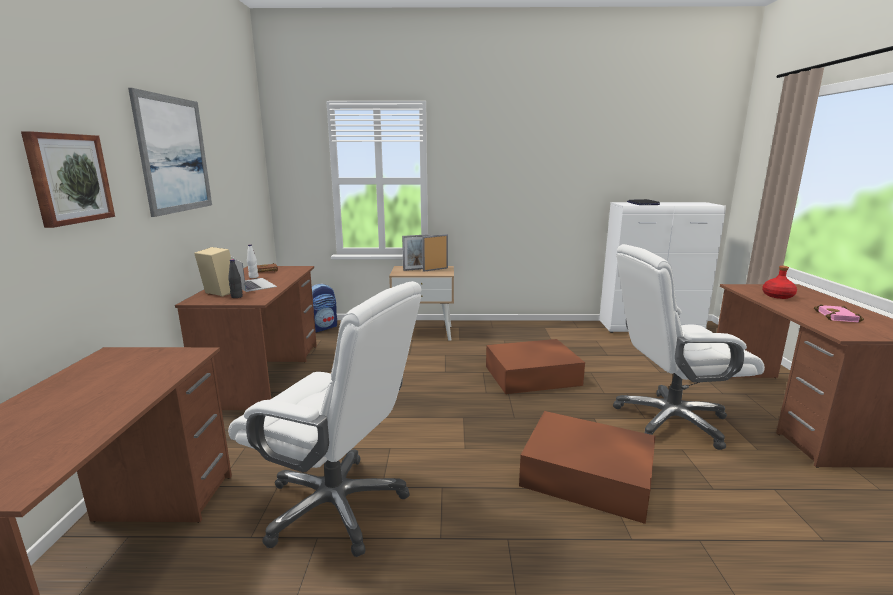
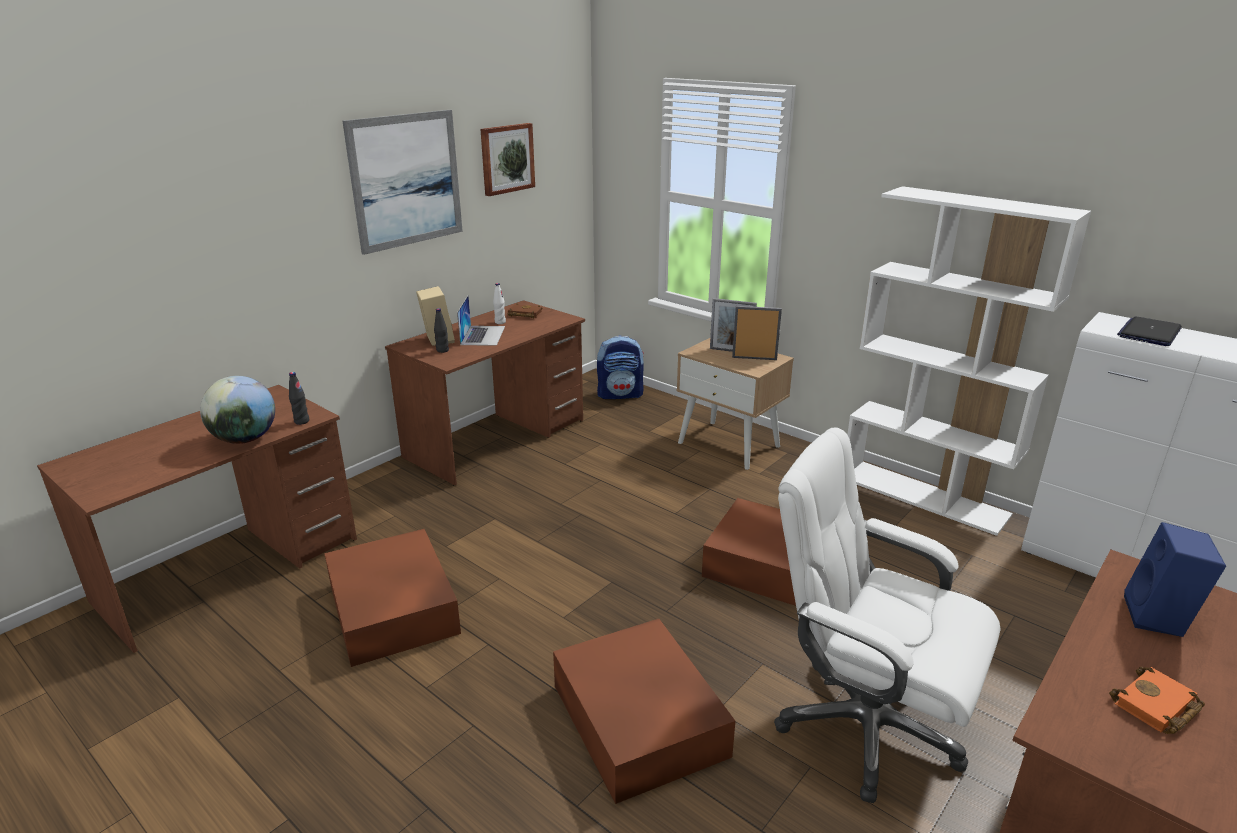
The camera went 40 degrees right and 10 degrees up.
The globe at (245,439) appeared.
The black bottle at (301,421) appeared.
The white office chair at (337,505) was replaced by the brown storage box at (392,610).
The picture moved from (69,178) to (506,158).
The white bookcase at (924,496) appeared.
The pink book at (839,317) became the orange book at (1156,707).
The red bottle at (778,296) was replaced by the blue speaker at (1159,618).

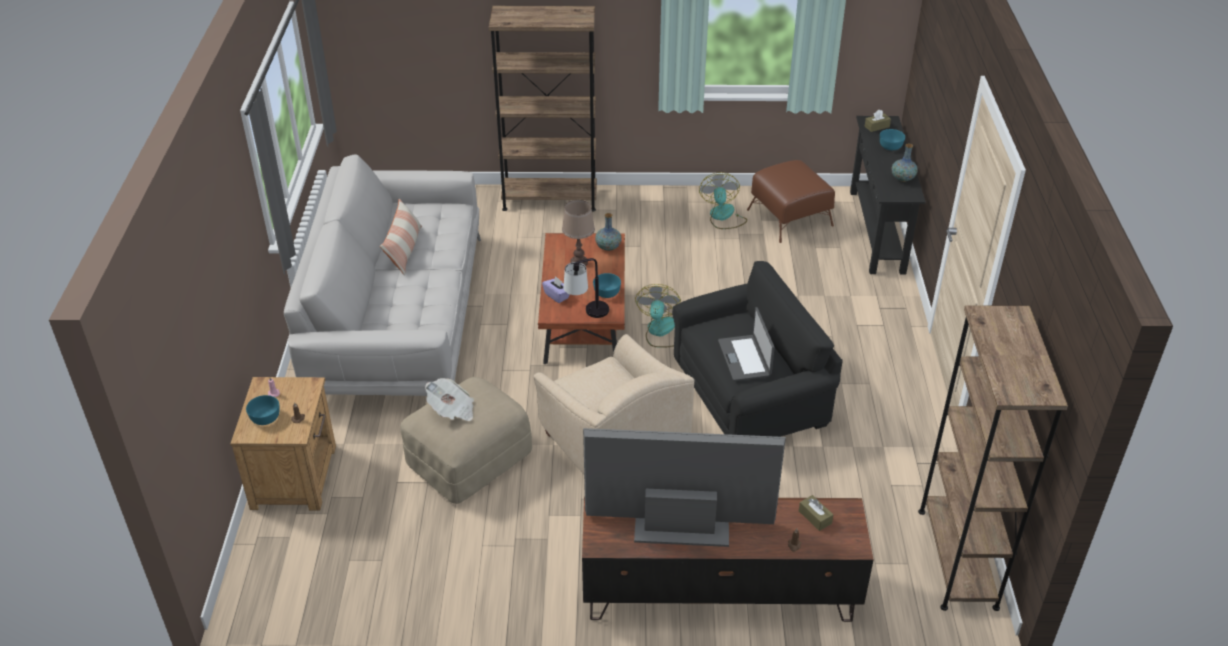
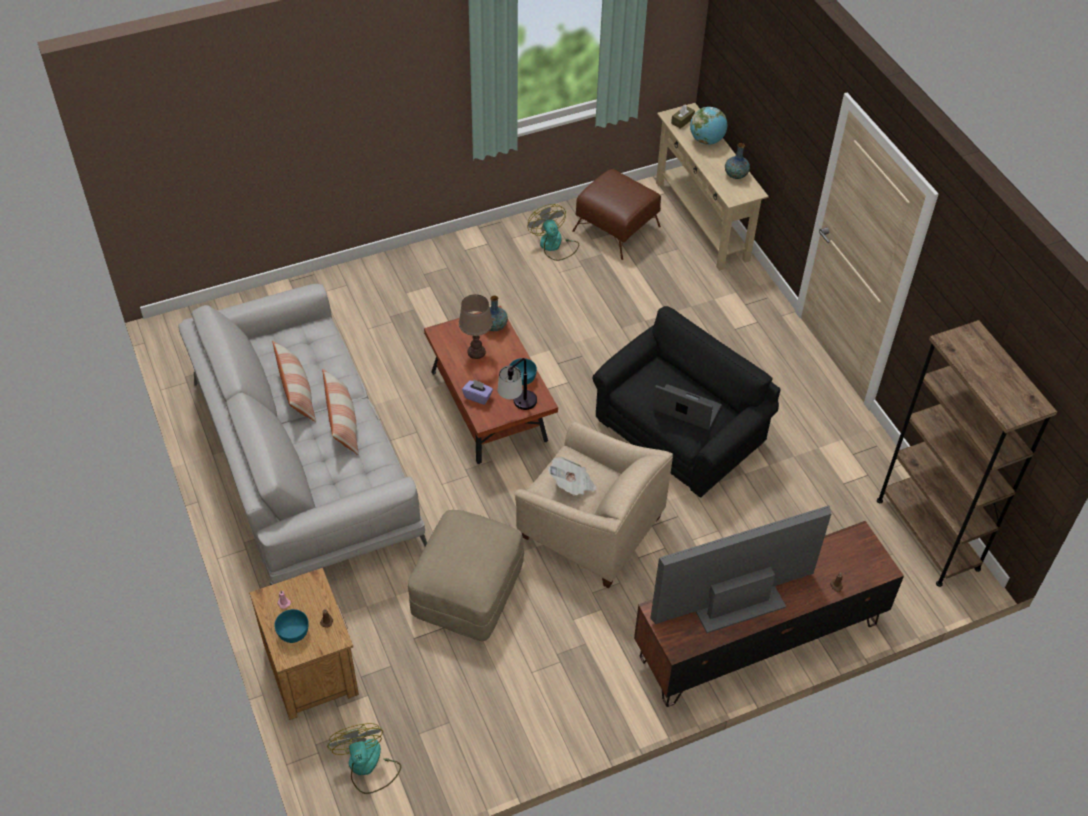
The camera went 25 degrees left and 10 degrees up.
The pillow at (343,423) appeared.
The fan moved from (661,332) to (367,766).
The newspaper moved from (452,410) to (572,484).
The laptop at (745,358) turned 150 degrees clockwise.
The black console table at (877,231) became the beige console table at (702,220).
The turquoise bowl at (891,146) was replaced by the globe at (706,140).
The brown bookcase at (549,199) disappeared.
The brown tissue box at (815,517) disappeared.

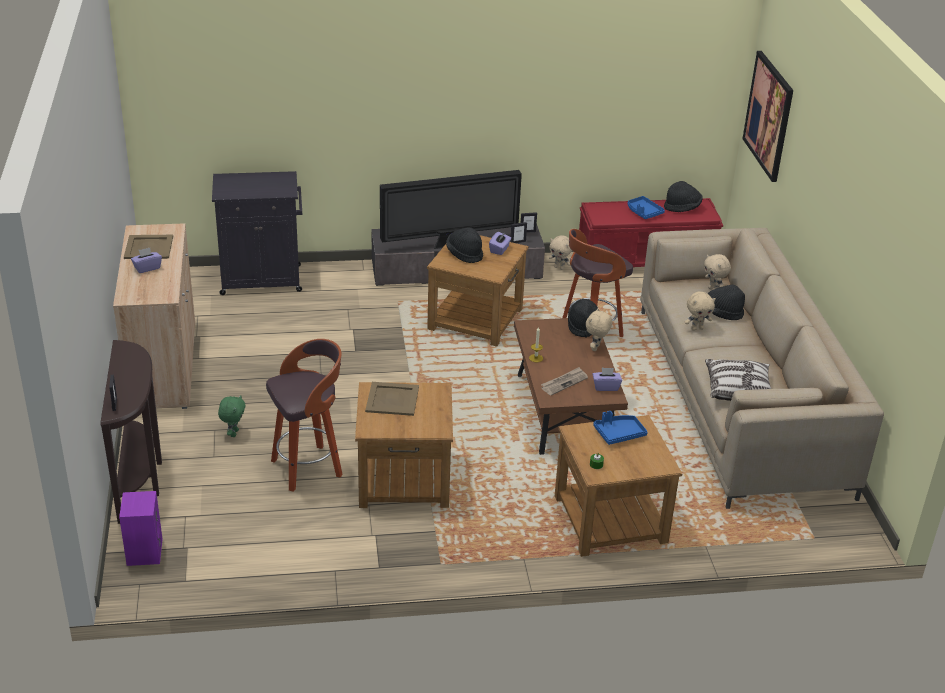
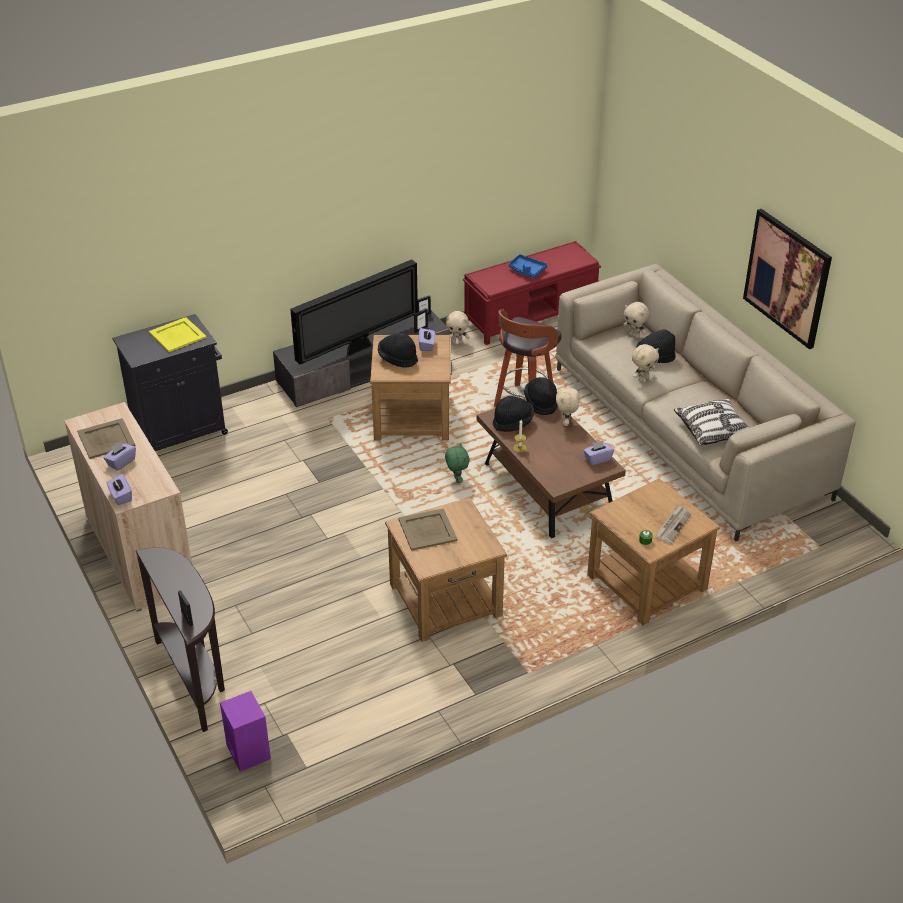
The camera went 20 degrees left and 5 degrees up.
The purple tissue box at (120,496) appeared.
The yellow tray at (177,335) appeared.
The green plush toy moved from (233,433) to (456,480).
The black hat moved from (682,208) to (513,423).
The newspaper moved from (564,382) to (673,525).
The picture moved from (769,115) to (787,278).
The stool at (308,468) disappeared.
The blue tray at (619,434) disappeared.

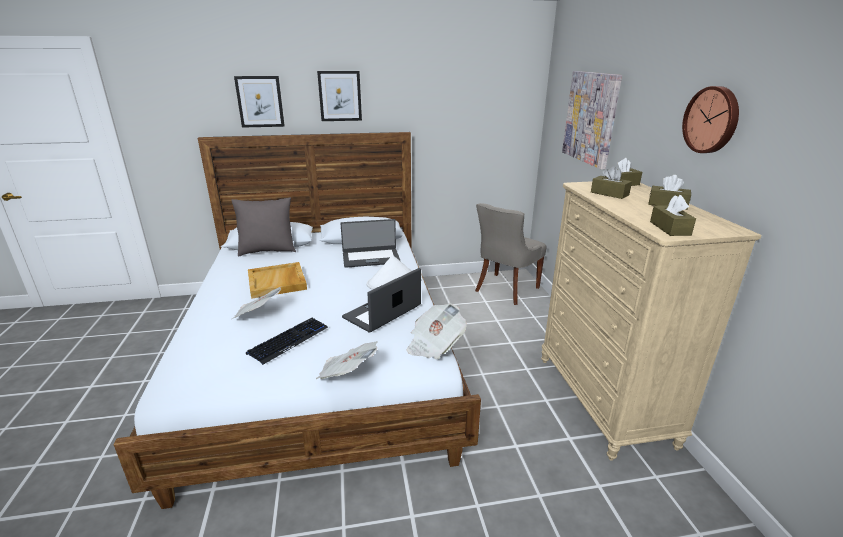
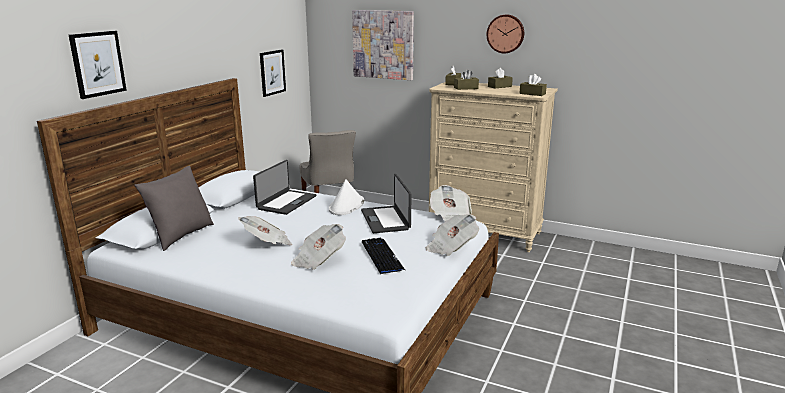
The camera went 55 degrees left and 5 degrees down.
The beige tray at (277,282) was replaced by the newspaper at (267,243).
The picture moved from (340,96) to (272,72).

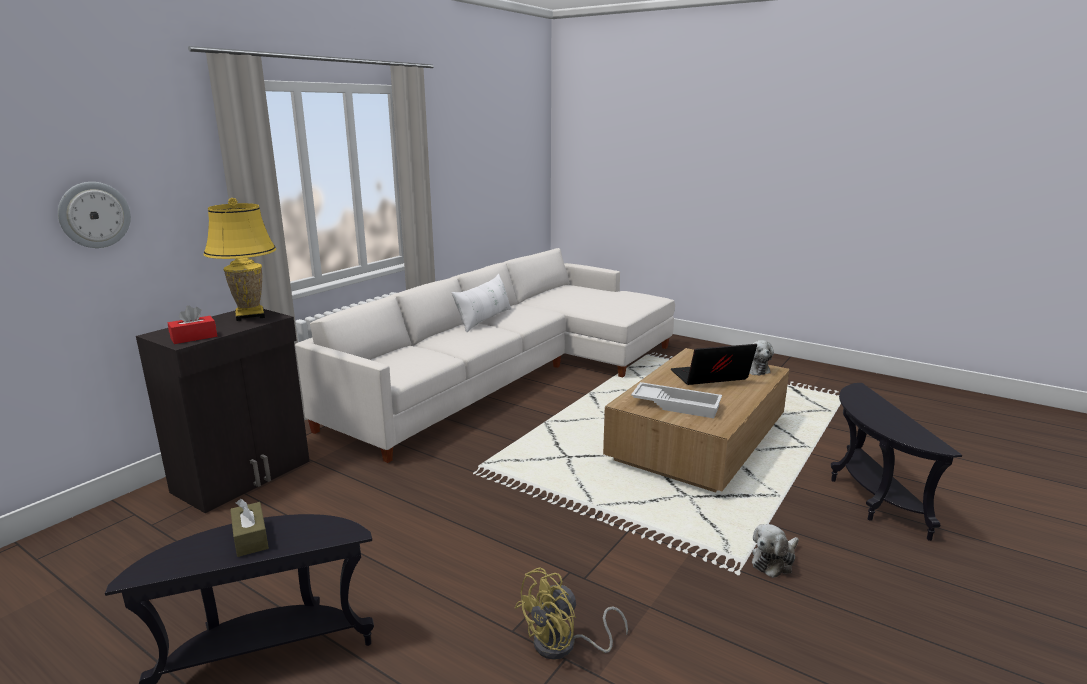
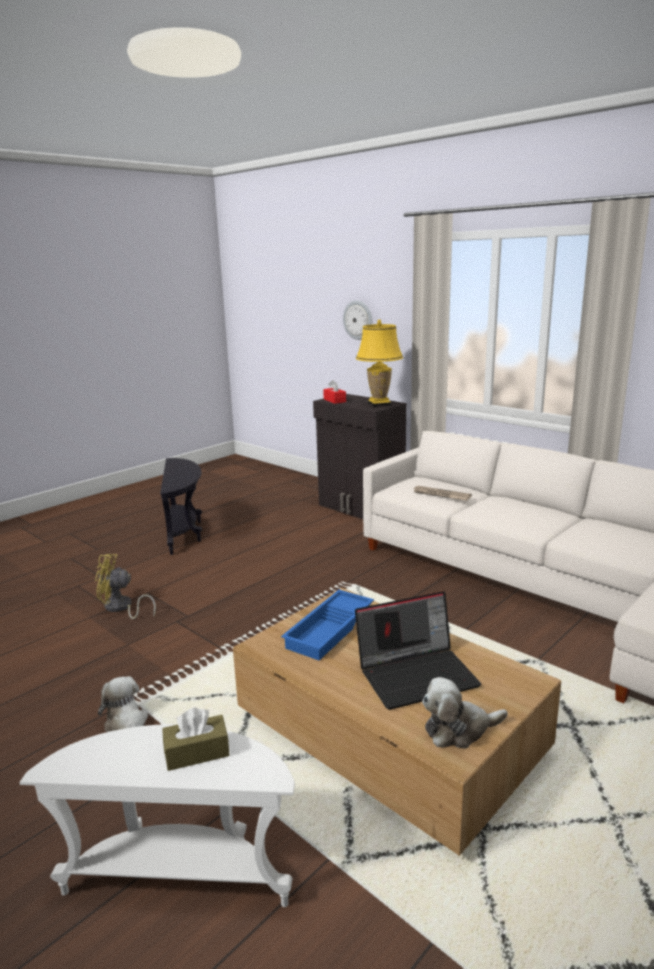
The camera went 100 degrees right and 0 degrees up.
The black side table at (869,498) became the white side table at (181,874).
The yellow fan at (564,645) turned 60 degrees counterclockwise.
The brown tissue box moved from (250,538) to (197,752).
The white tray at (677,405) became the blue tray at (331,630).
The laptop at (709,378) turned 75 degrees clockwise.
The newspaper at (440,495) appeared.
The white pillow at (484,319) disappeared.

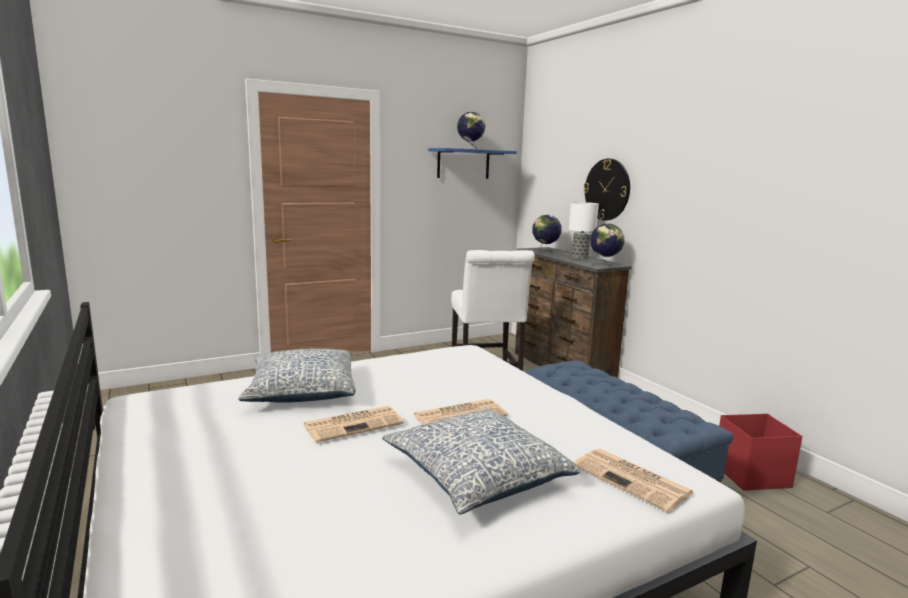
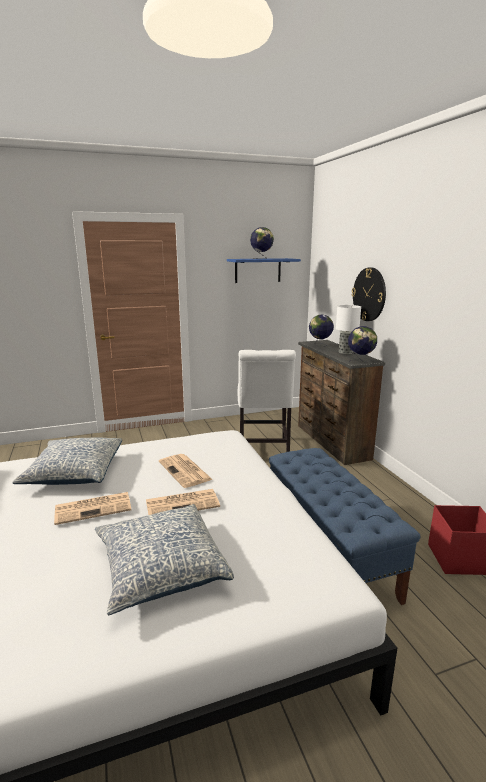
The camera went 10 degrees right and 5 degrees up.
The newspaper moved from (633,480) to (185,471).

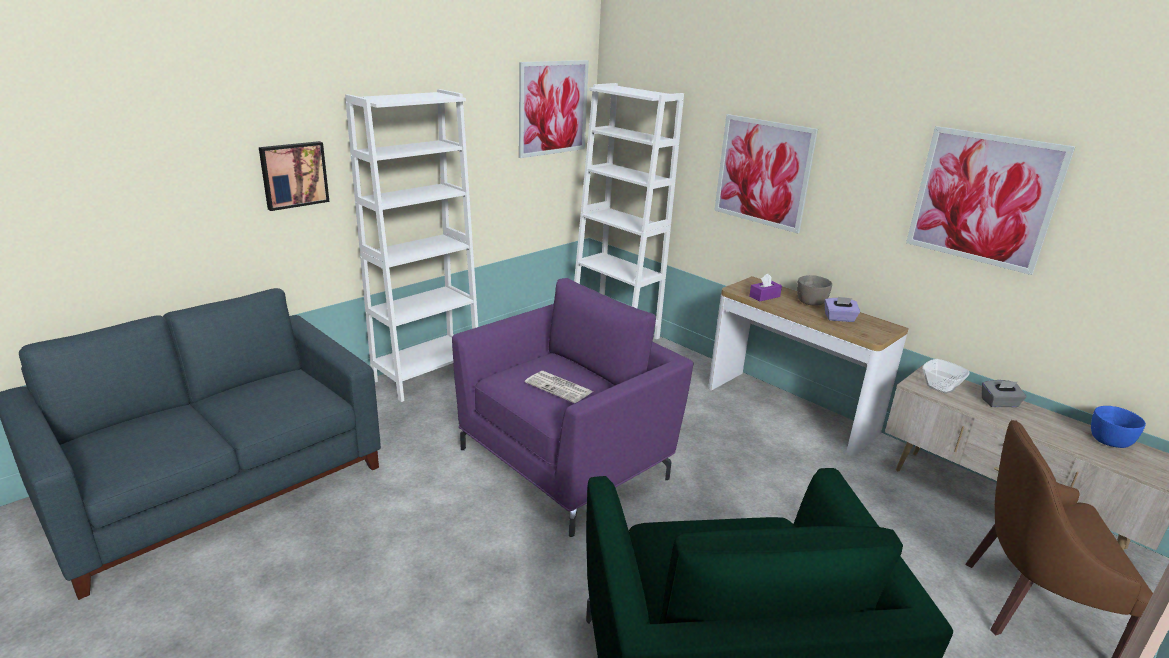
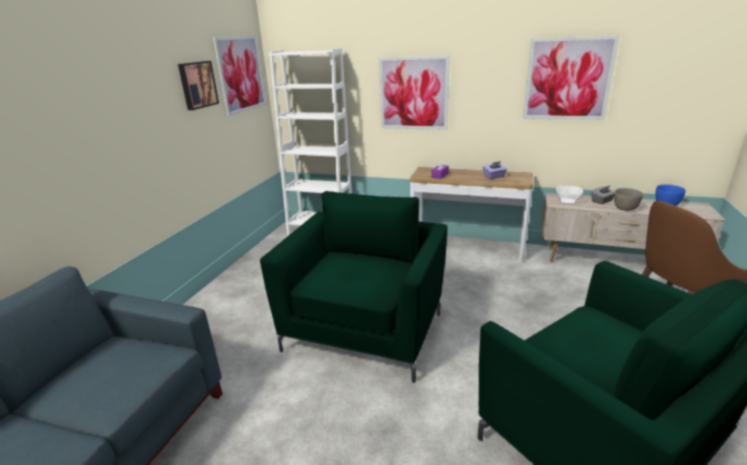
The camera went 25 degrees left and 0 degrees up.
The picture moved from (293,174) to (197,85).
The purple armchair at (566,462) became the green armchair at (365,330).
The grey bowl moved from (810,302) to (625,208).
The white bookcase at (427,375) disappeared.
The newspaper at (559,387) disappeared.

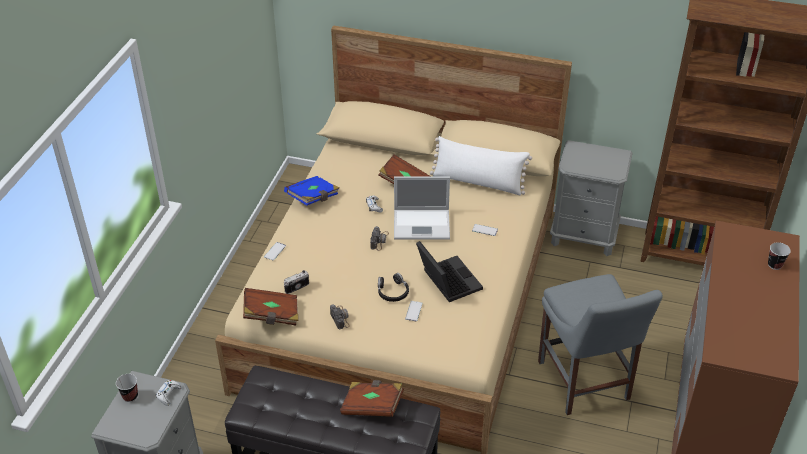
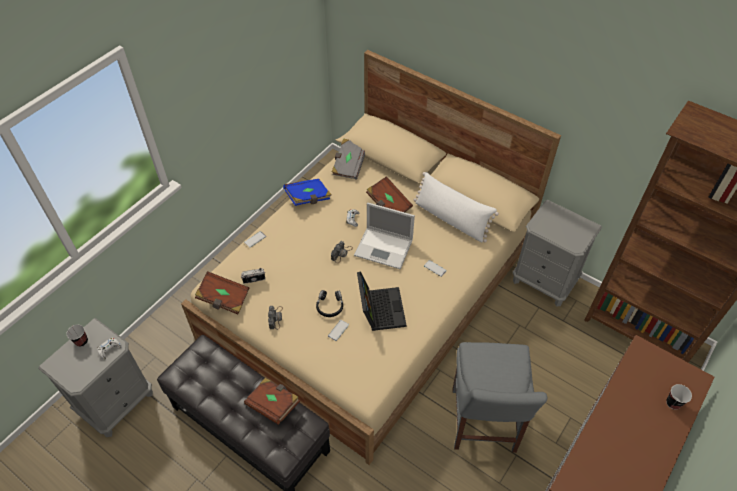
The camera went 20 degrees right and 10 degrees up.
The grey book at (349,165) appeared.

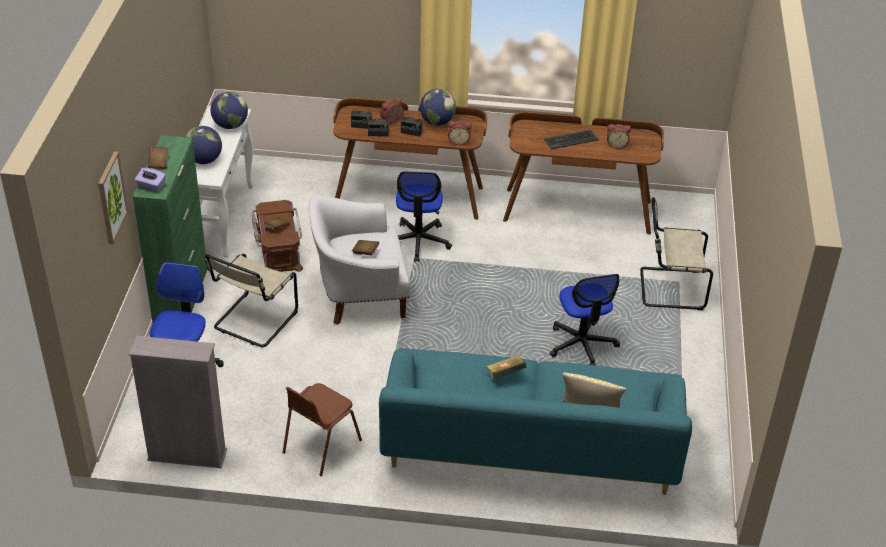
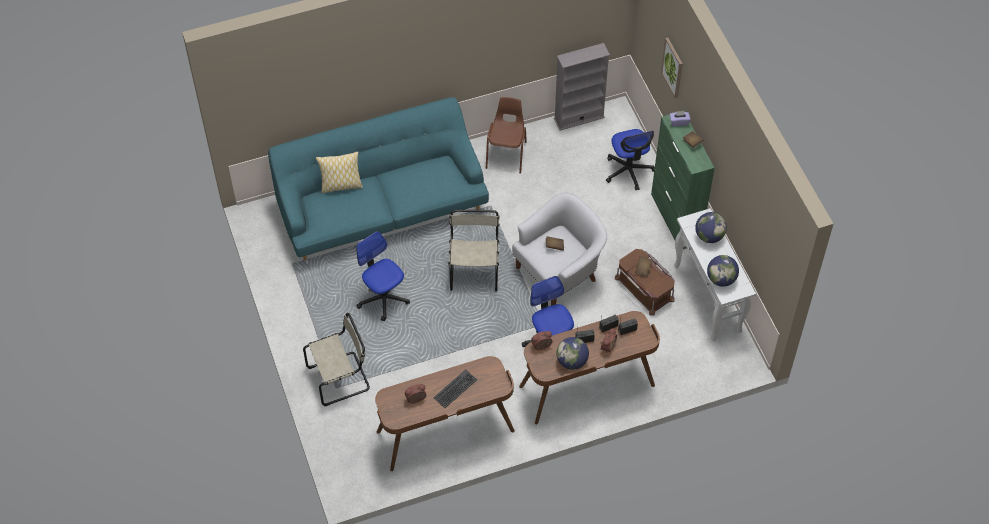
The camera went 155 degrees right and 15 degrees up.
The beige chair moved from (253,321) to (474,270).
The book at (505,375) disappeared.

